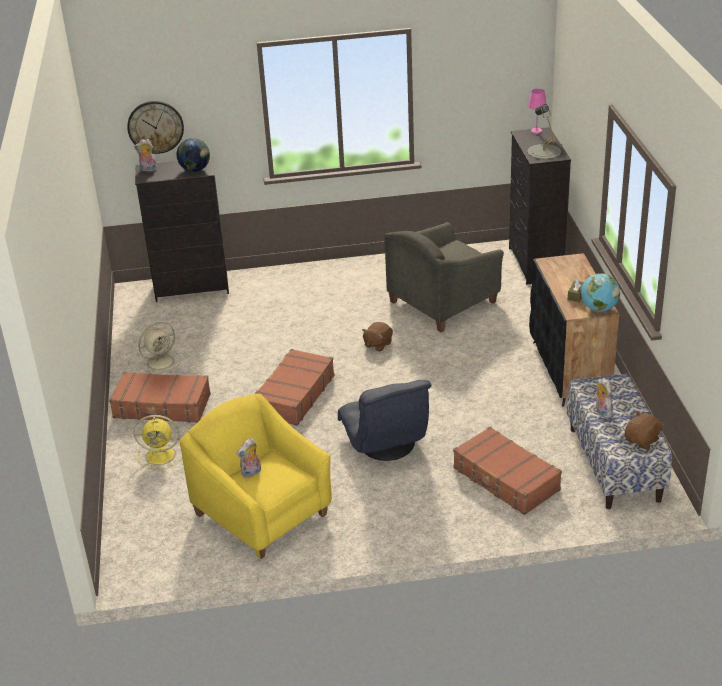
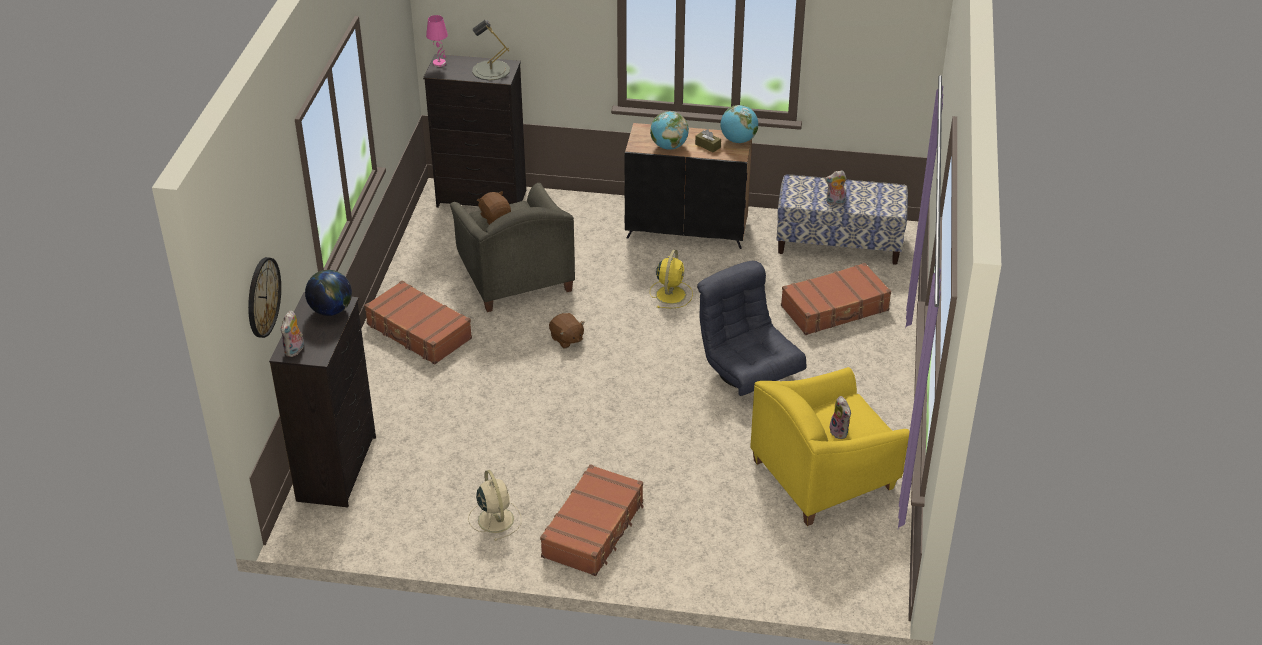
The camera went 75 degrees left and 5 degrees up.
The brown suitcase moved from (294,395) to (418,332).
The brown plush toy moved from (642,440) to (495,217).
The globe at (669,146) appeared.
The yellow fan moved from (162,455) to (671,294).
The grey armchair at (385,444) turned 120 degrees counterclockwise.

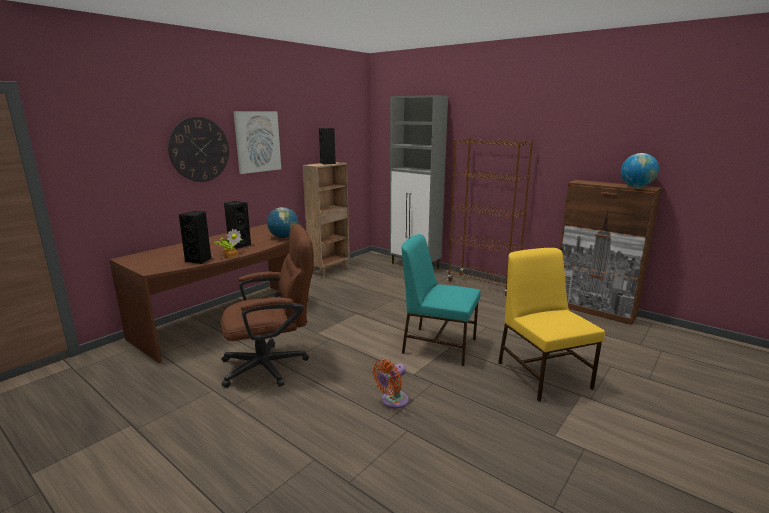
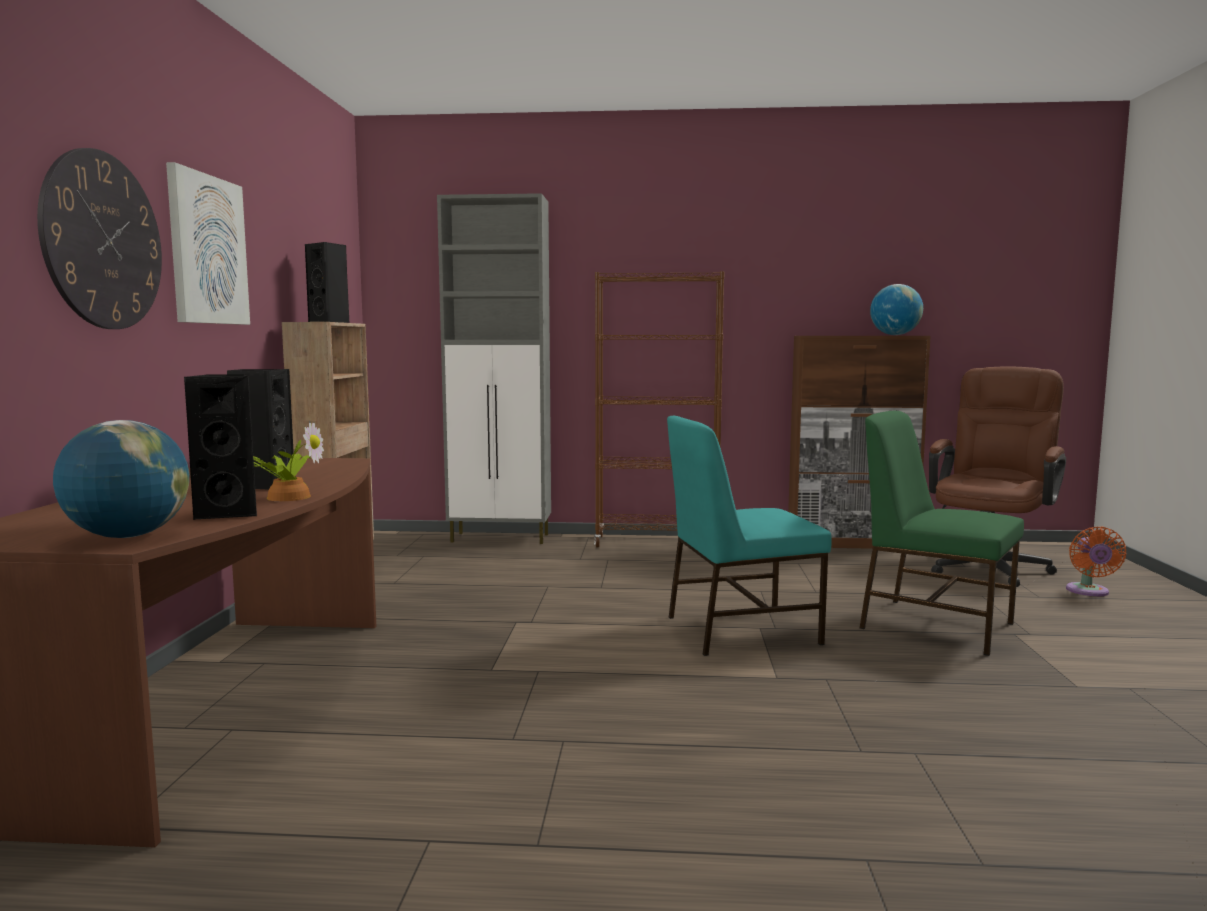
The camera went 35 degrees left and 10 degrees down.
The globe moved from (283,237) to (128,536).
The yellow chair at (543,374) became the green chair at (934,624).
The brown office chair moved from (273,365) to (989,565).
The orange fan moved from (392,401) to (1088,592).

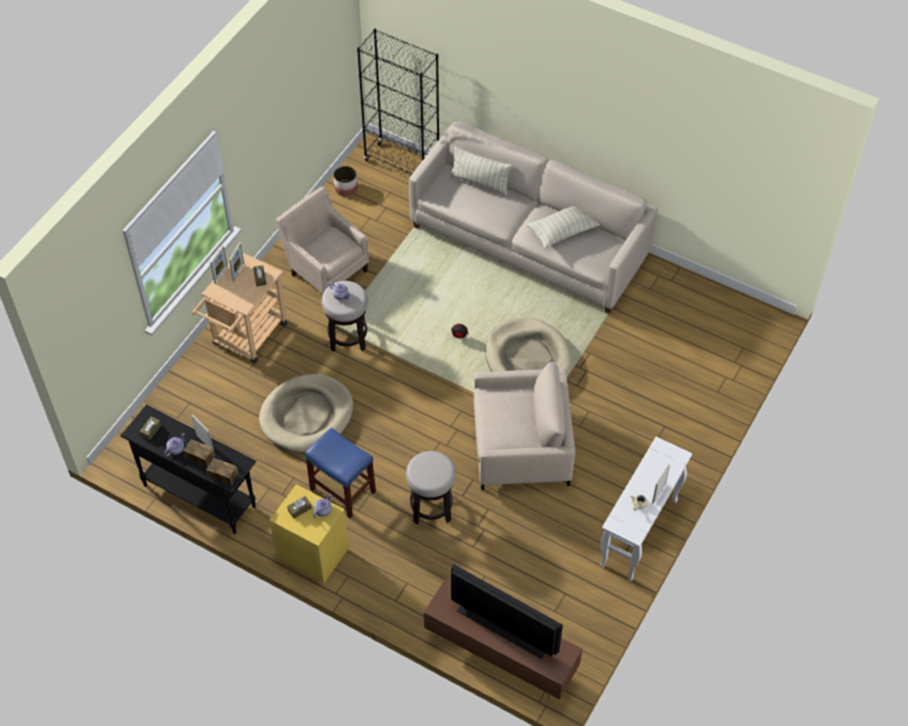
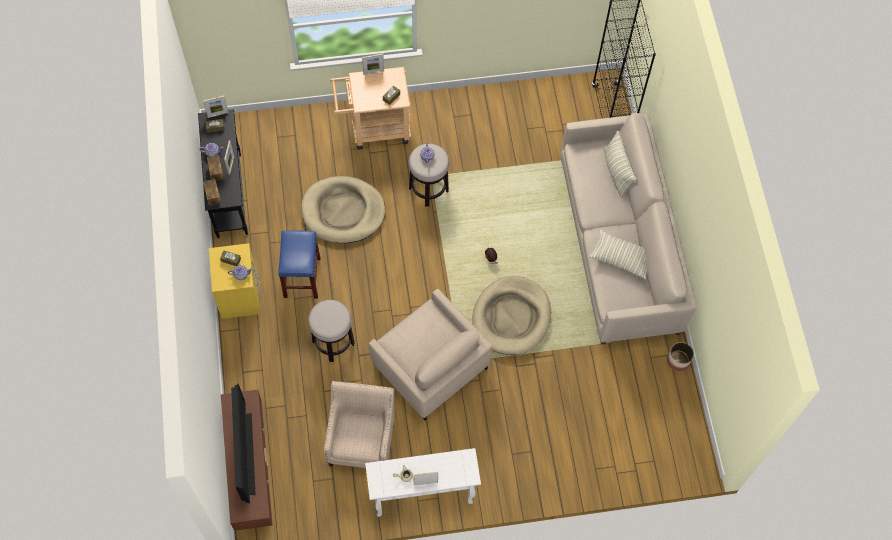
The camera went 50 degrees right and 10 degrees up.
The picture frame moved from (238,272) to (218,114).
The beige armchair moved from (326,269) to (362,440).
The planter moved from (346,188) to (678,360).

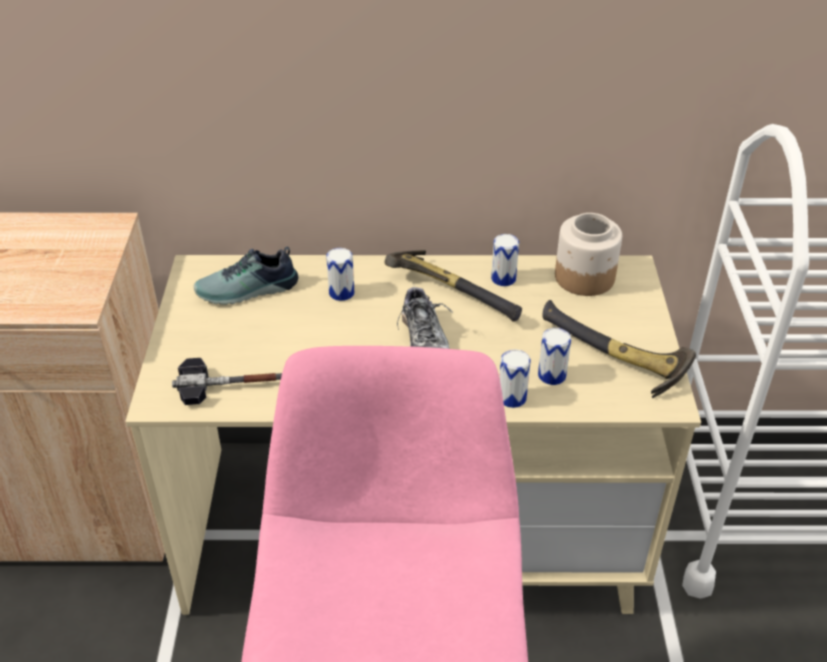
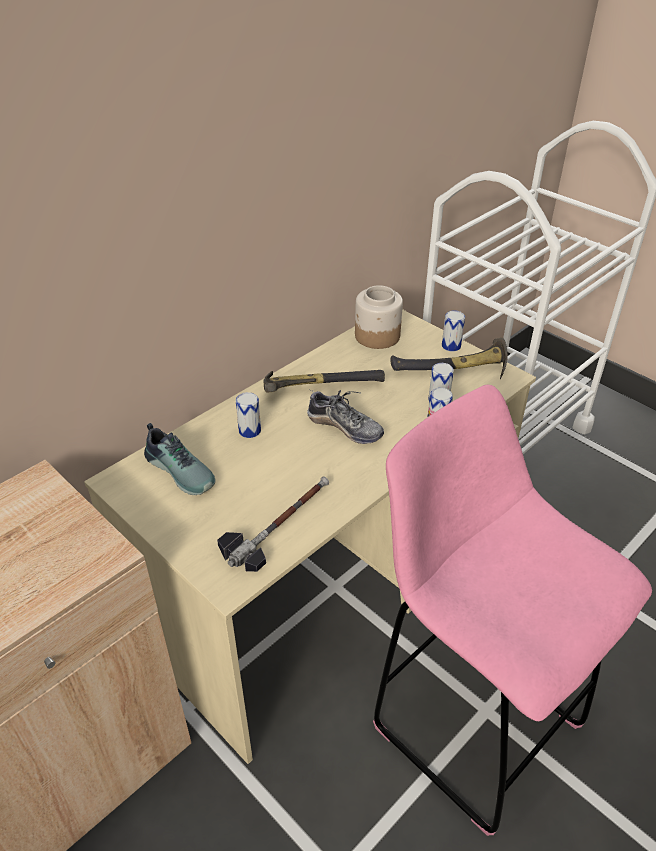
The camera went 45 degrees left and 0 degrees up.
The shoe at (248,291) turned 75 degrees counterclockwise.
The can moved from (503,278) to (451,346).

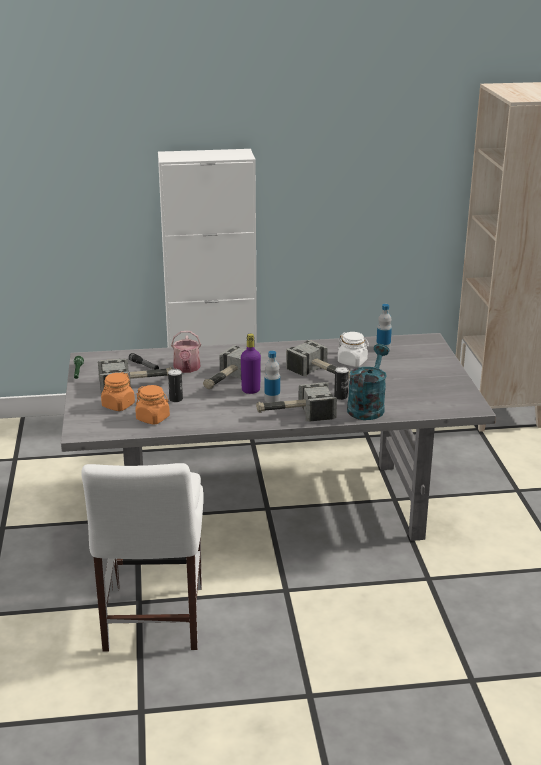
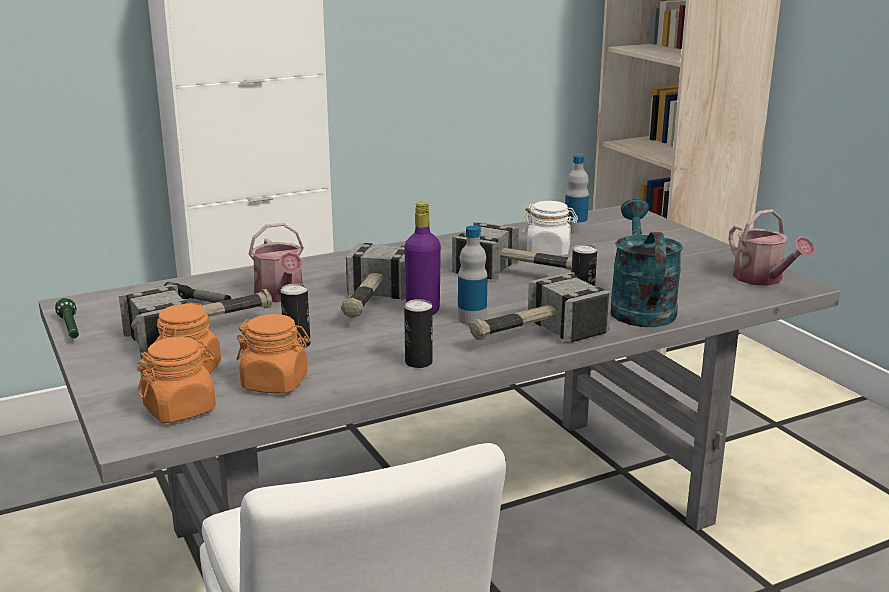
The camera went 20 degrees left and 5 degrees down.
The orange jar at (180,409) appeared.
The can at (418,362) appeared.
The watering can at (763,279) appeared.

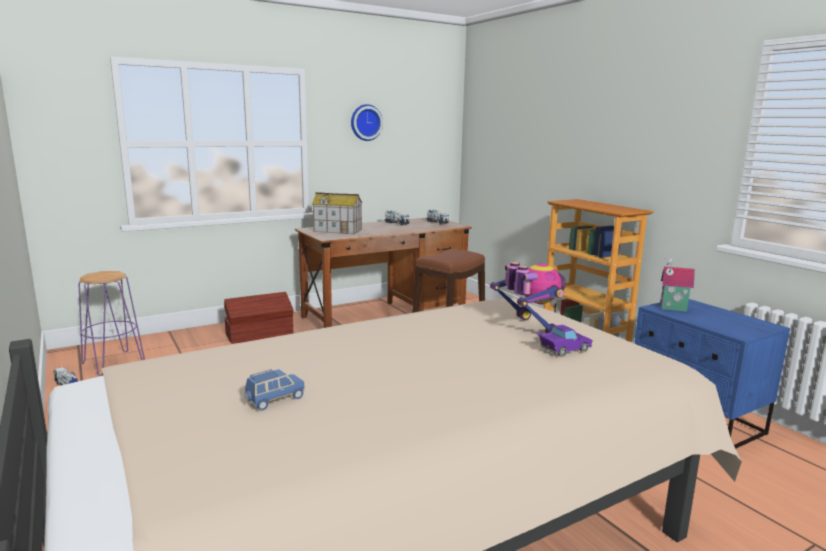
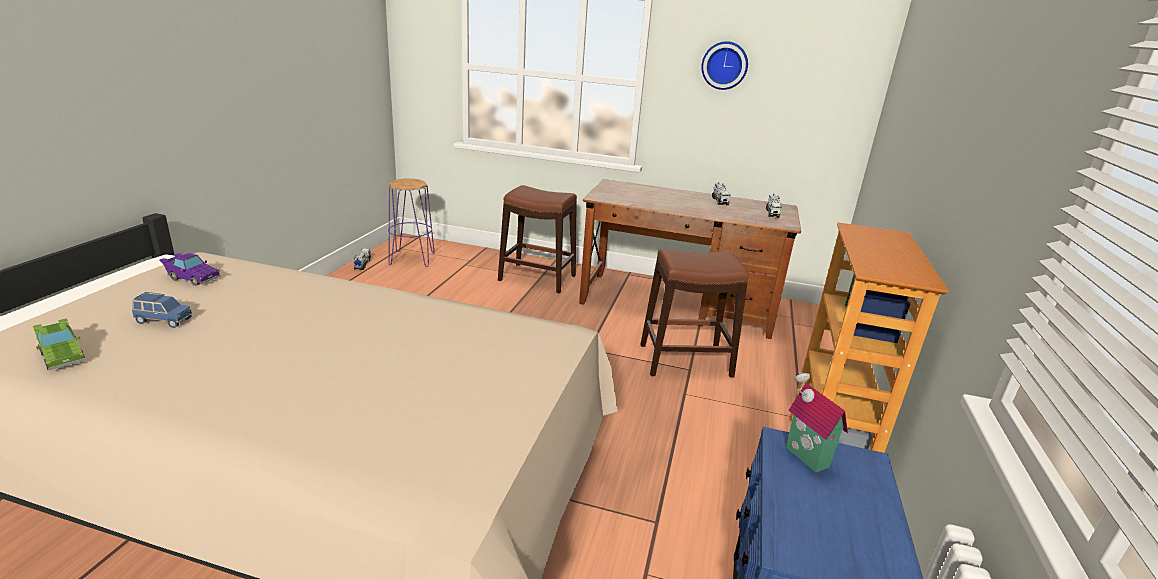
The camera went 45 degrees right and 10 degrees up.
The green toy car at (62,355) appeared.
The purple toy car moved from (563,350) to (192,278).
The brown storage box at (260,334) was replaced by the brown stool at (537,278).
The toy house at (338,230) disappeared.
The toy robot at (529,328) disappeared.

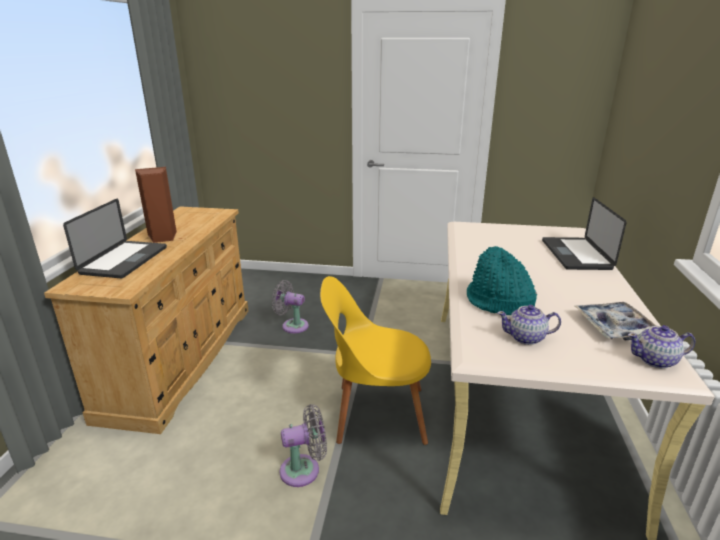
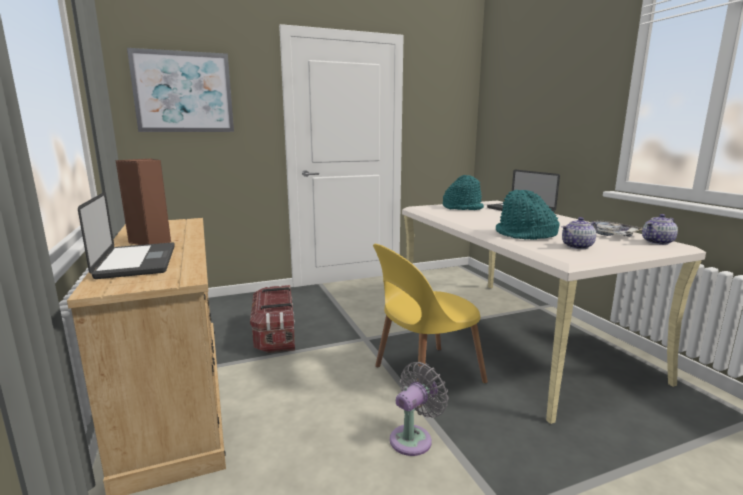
The camera went 30 degrees left and 10 degrees down.
The picture at (183,92) appeared.
The grey fan at (292,325) was replaced by the storage box at (275,334).
The turquoise hat at (463,208) appeared.

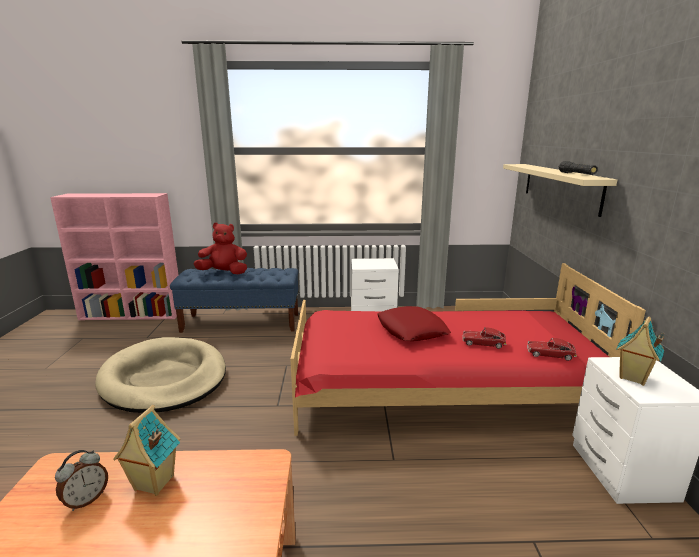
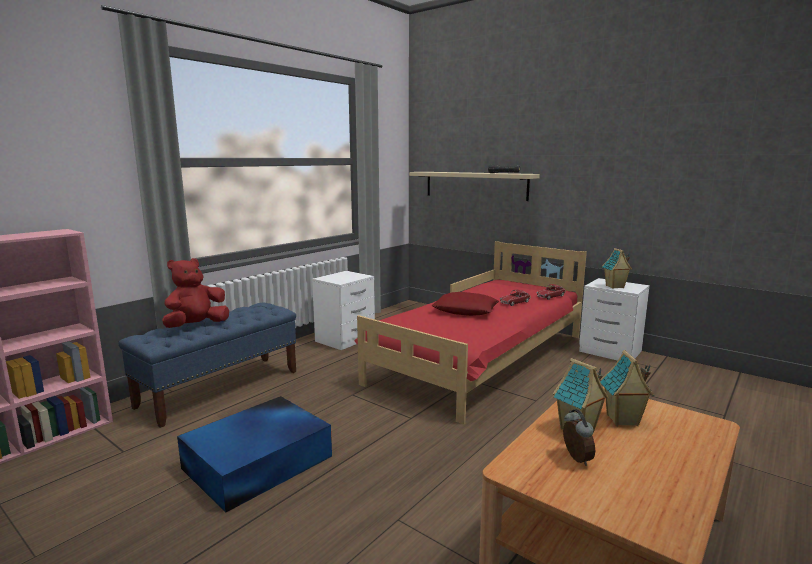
The camera went 50 degrees left and 5 degrees down.
The beige dog bed at (164,378) was replaced by the blue storage box at (260,462).
The toy house at (622,420) appeared.

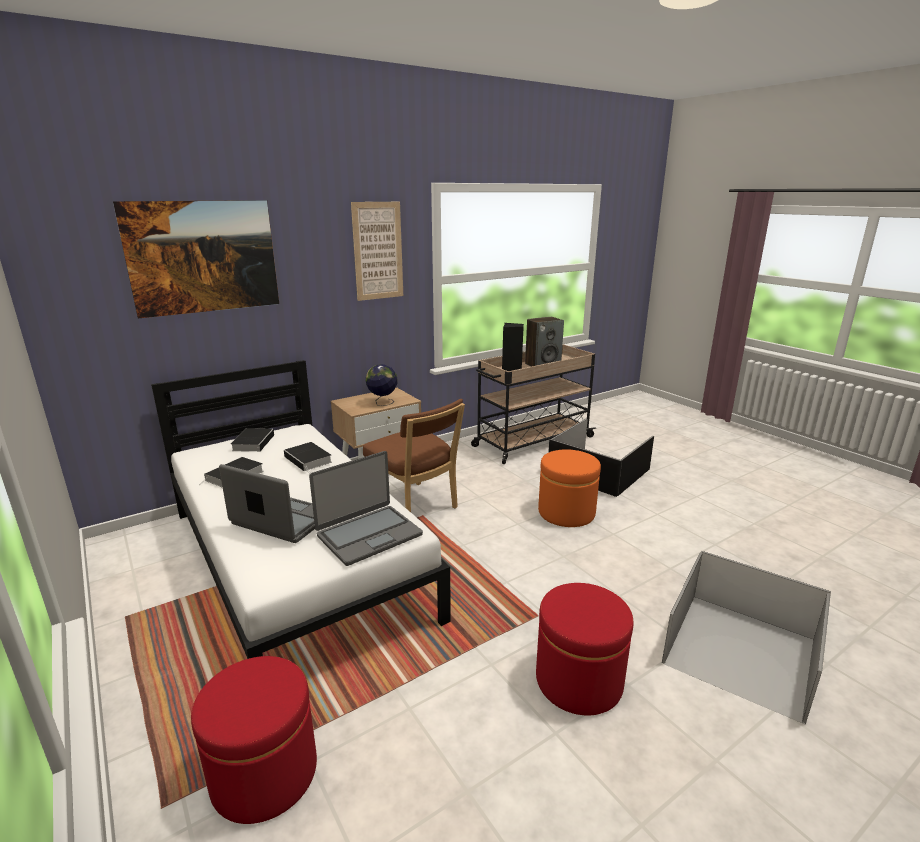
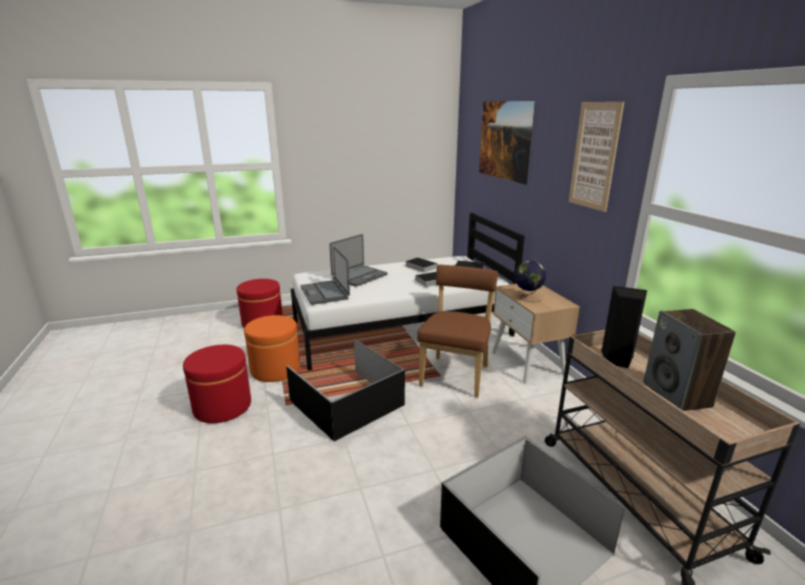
The camera went 105 degrees right and 0 degrees up.
The orange ottoman moved from (566,512) to (275,369).
The black storage box moved from (738,650) to (347,402).
The brown chair at (415,507) turned 135 degrees clockwise.

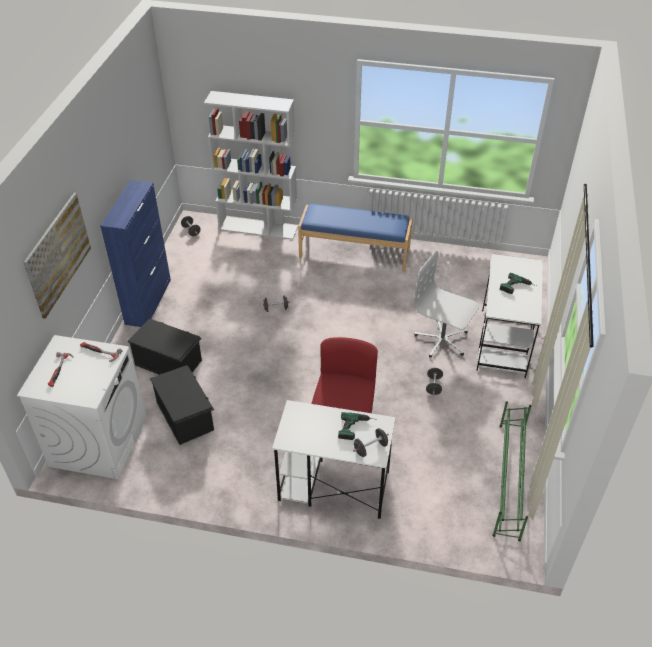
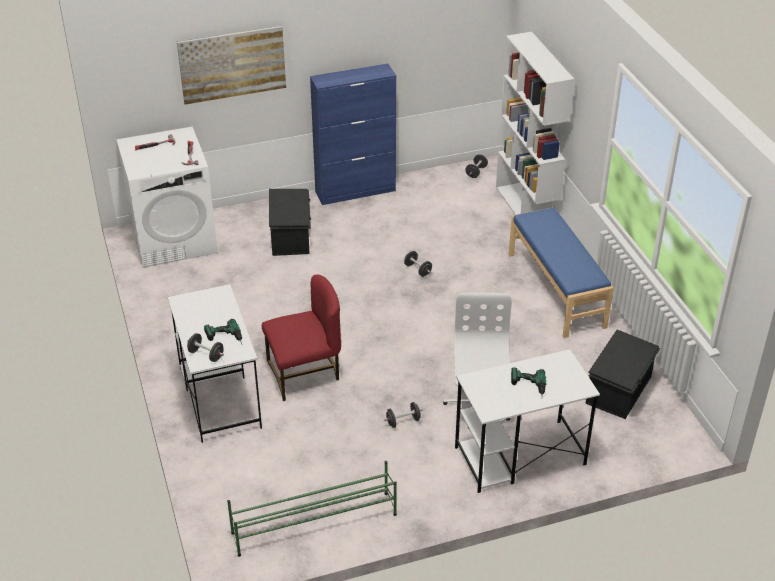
The camera went 60 degrees right and 5 degrees down.
The black storage box moved from (185,415) to (620,390).

